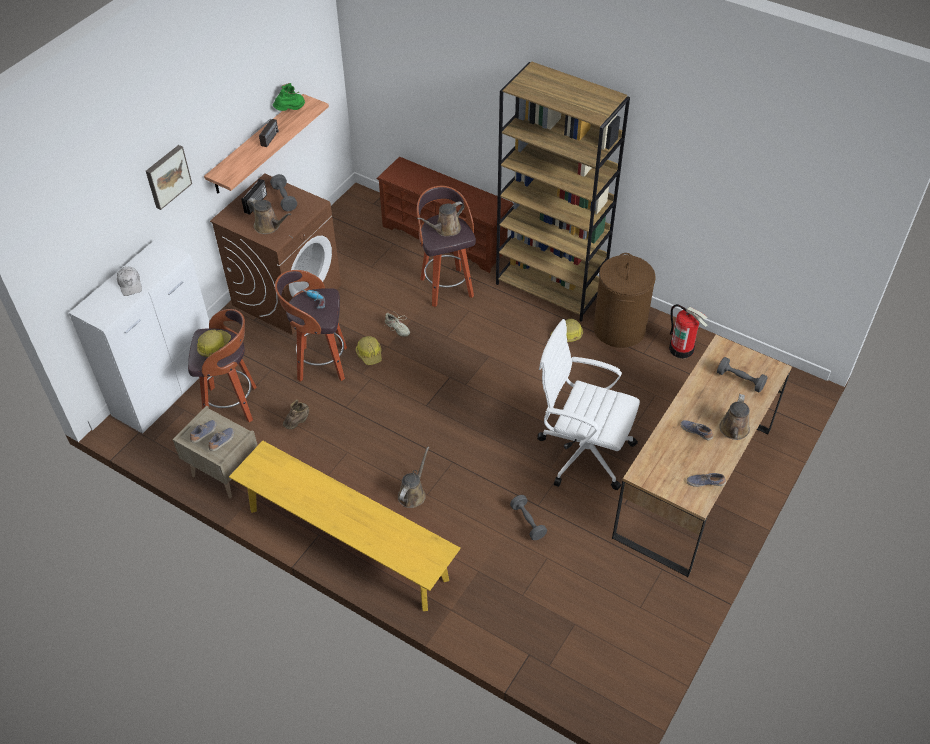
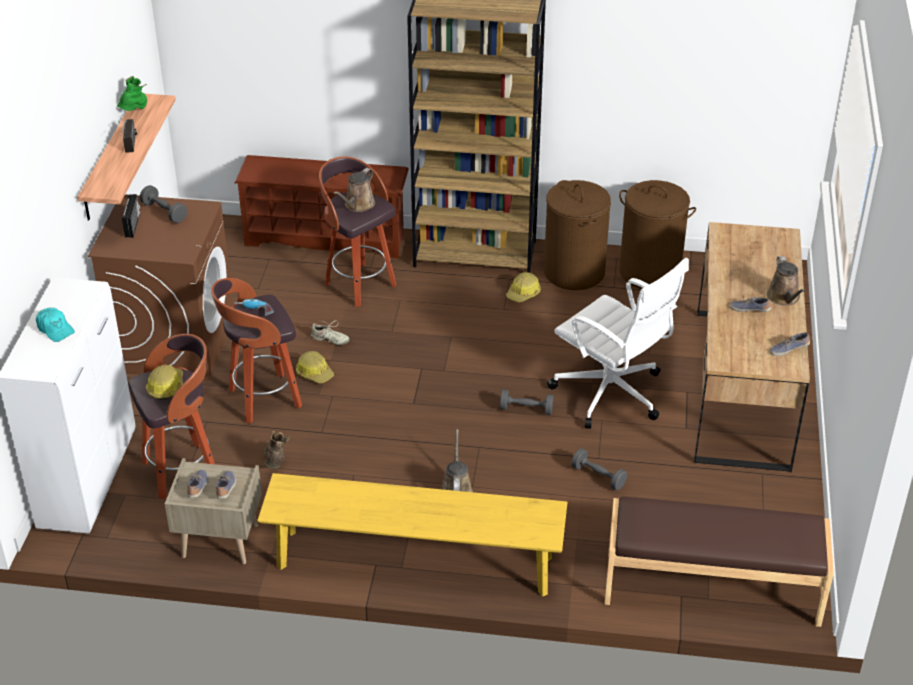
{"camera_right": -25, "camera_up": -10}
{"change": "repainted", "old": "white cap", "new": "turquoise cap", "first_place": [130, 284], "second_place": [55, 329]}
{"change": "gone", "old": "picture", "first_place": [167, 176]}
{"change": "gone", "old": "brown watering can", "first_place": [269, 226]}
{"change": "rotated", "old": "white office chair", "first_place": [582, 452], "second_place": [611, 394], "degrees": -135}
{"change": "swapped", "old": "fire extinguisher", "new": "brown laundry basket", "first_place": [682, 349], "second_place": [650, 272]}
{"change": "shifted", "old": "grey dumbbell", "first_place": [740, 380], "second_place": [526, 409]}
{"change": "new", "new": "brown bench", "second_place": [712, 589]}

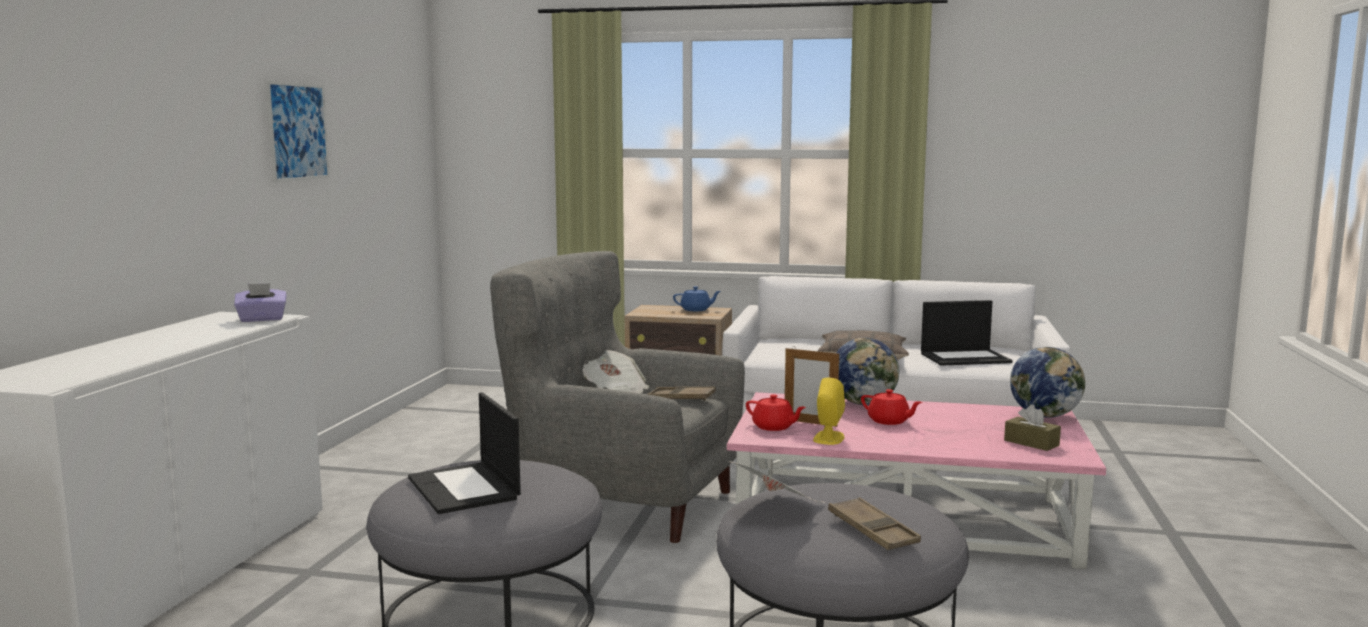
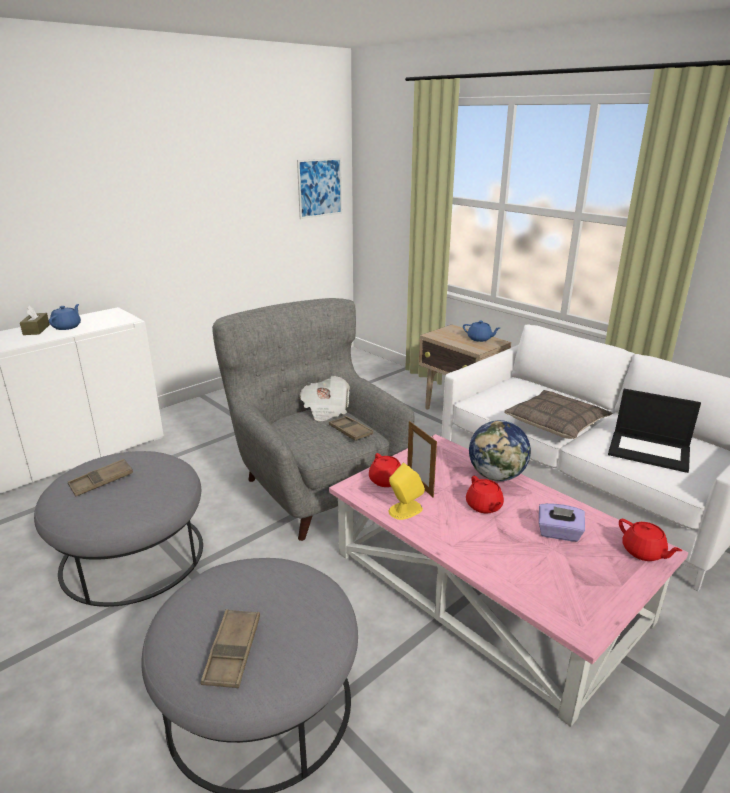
{"camera_right": 35, "camera_up": 15}
{"change": "shifted", "old": "purple tissue box", "first_place": [262, 319], "second_place": [559, 533]}
{"change": "shifted", "old": "picture", "first_place": [298, 131], "second_place": [320, 187]}
{"change": "swapped", "old": "laptop", "new": "brown tray", "first_place": [465, 488], "second_place": [101, 481]}
{"change": "gone", "old": "newspaper", "first_place": [775, 508]}
{"change": "shifted", "old": "brown tissue box", "first_place": [1031, 443], "second_place": [36, 330]}
{"change": "swapped", "old": "globe", "new": "red teapot", "first_place": [1045, 415], "second_place": [643, 552]}
{"change": "new", "new": "blue teapot", "second_place": [67, 327]}

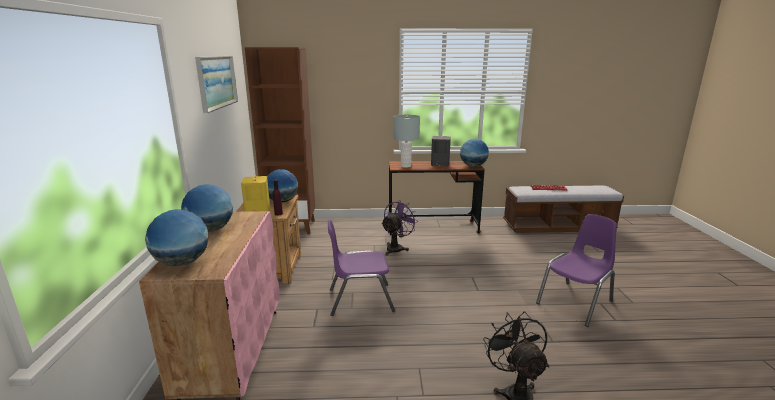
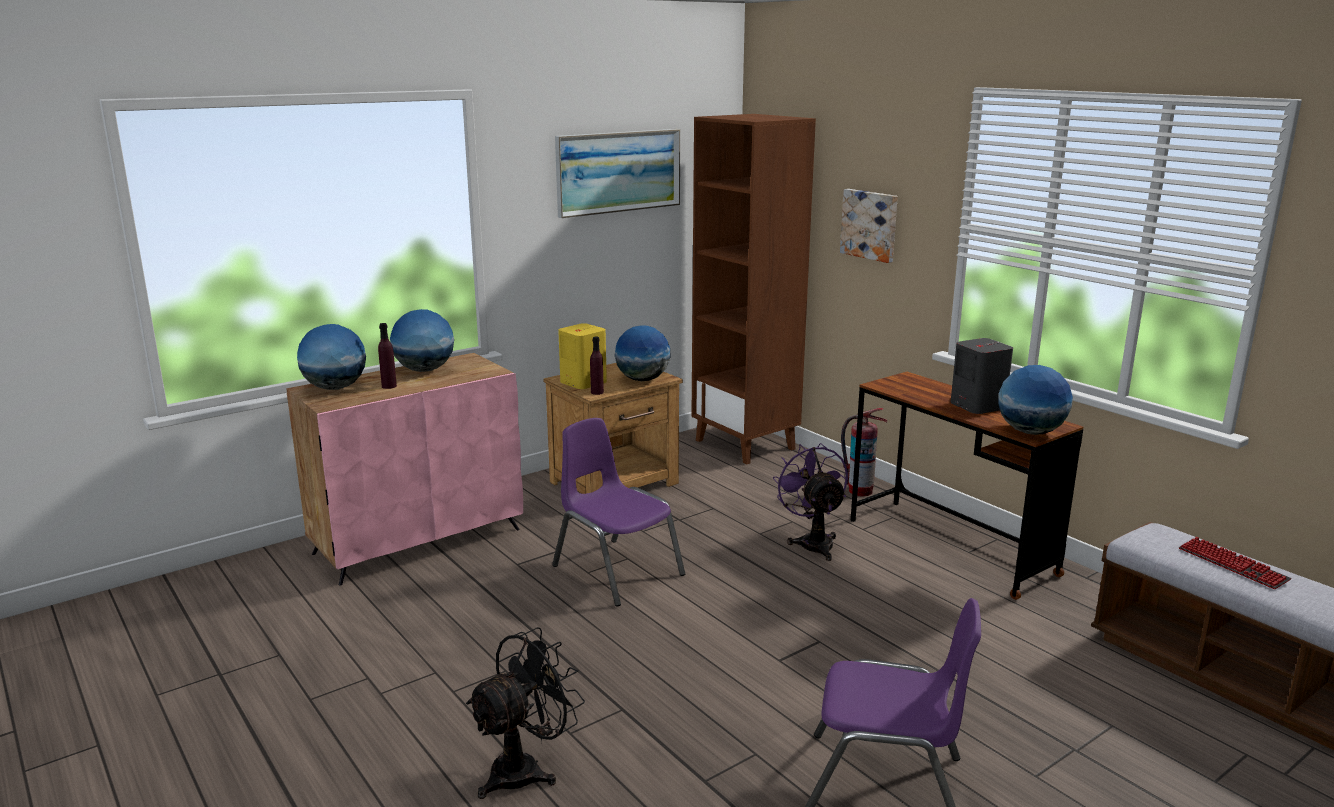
{"camera_right": 55, "camera_up": 0}
{"change": "rotated", "old": "purple fan", "first_place": [396, 248], "second_place": [813, 542], "degrees": -105}
{"change": "gone", "old": "grey table lamp", "first_place": [405, 166]}
{"change": "new", "new": "purple bottle", "second_place": [389, 386]}
{"change": "new", "new": "picture", "second_place": [870, 224]}
{"change": "new", "new": "fire extinguisher", "second_place": [860, 491]}

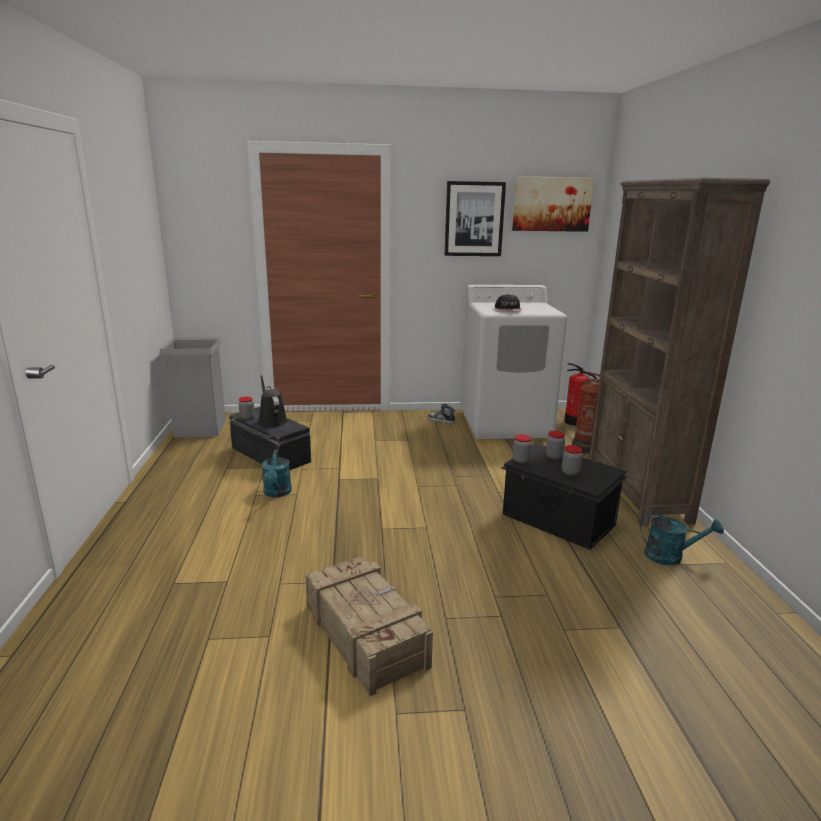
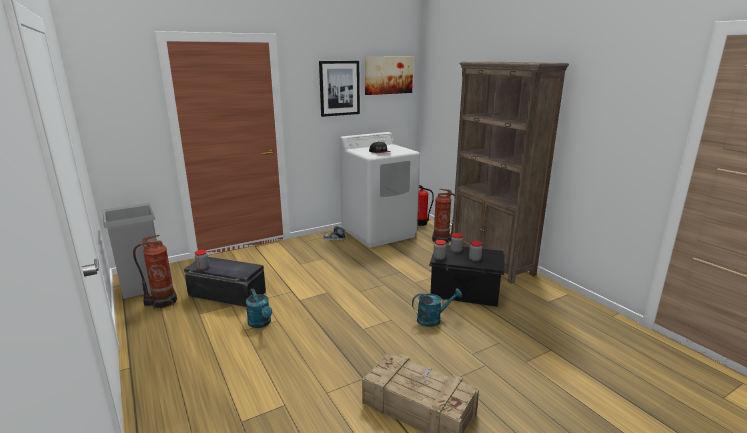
{"camera_right": -25, "camera_up": 0}
{"change": "gone", "old": "black watering can", "first_place": [271, 421]}
{"change": "shifted", "old": "turquoise watering can", "first_place": [670, 556], "second_place": [433, 319]}
{"change": "new", "new": "fire extinguisher", "second_place": [162, 302]}

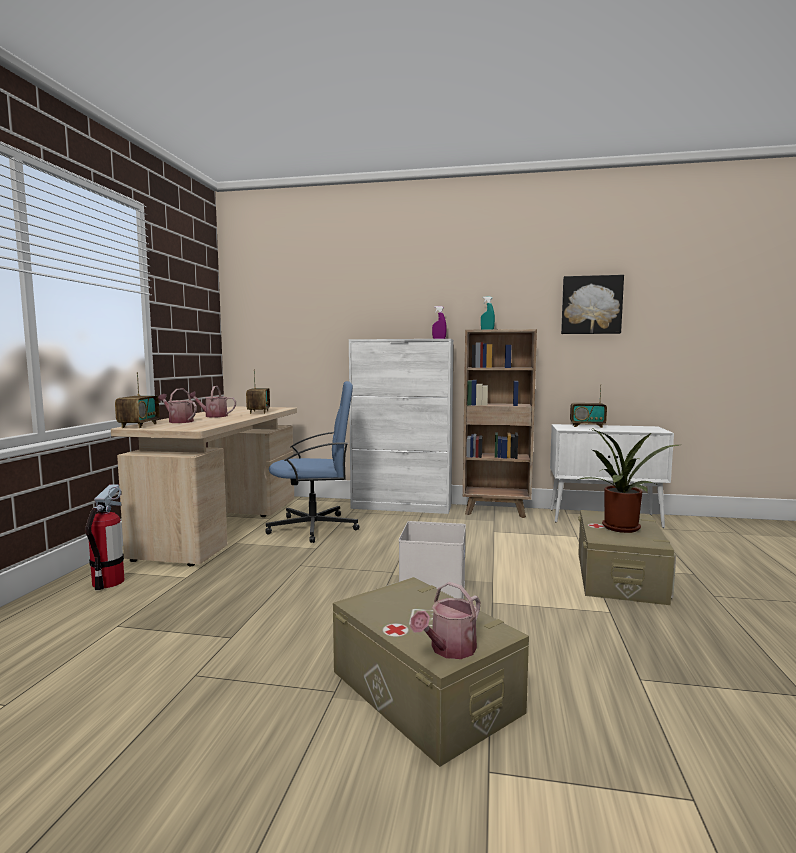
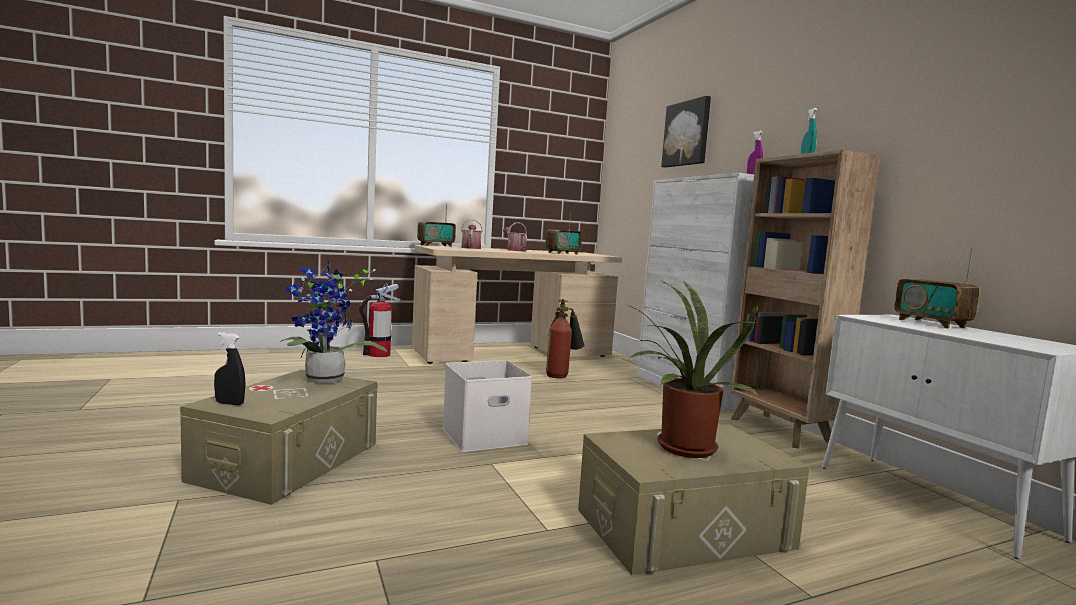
{"camera_right": 55, "camera_up": 0}
{"change": "swapped", "old": "blue office chair", "new": "fire extinguisher", "first_place": [315, 527], "second_place": [563, 375]}
{"change": "swapped", "old": "watering can", "new": "black spray bottle", "first_place": [449, 650], "second_place": [229, 403]}
{"change": "shifted", "old": "picture", "first_place": [591, 305], "second_place": [687, 134]}
{"change": "new", "new": "potted plant", "second_place": [324, 381]}

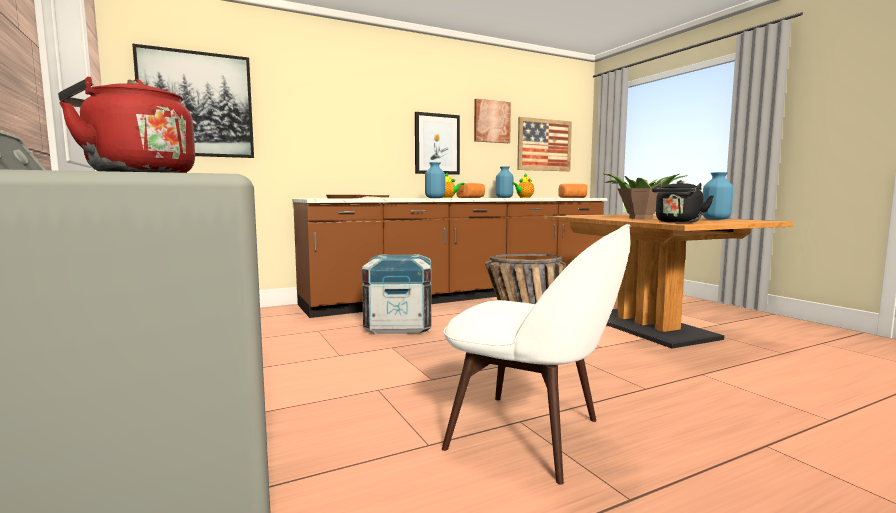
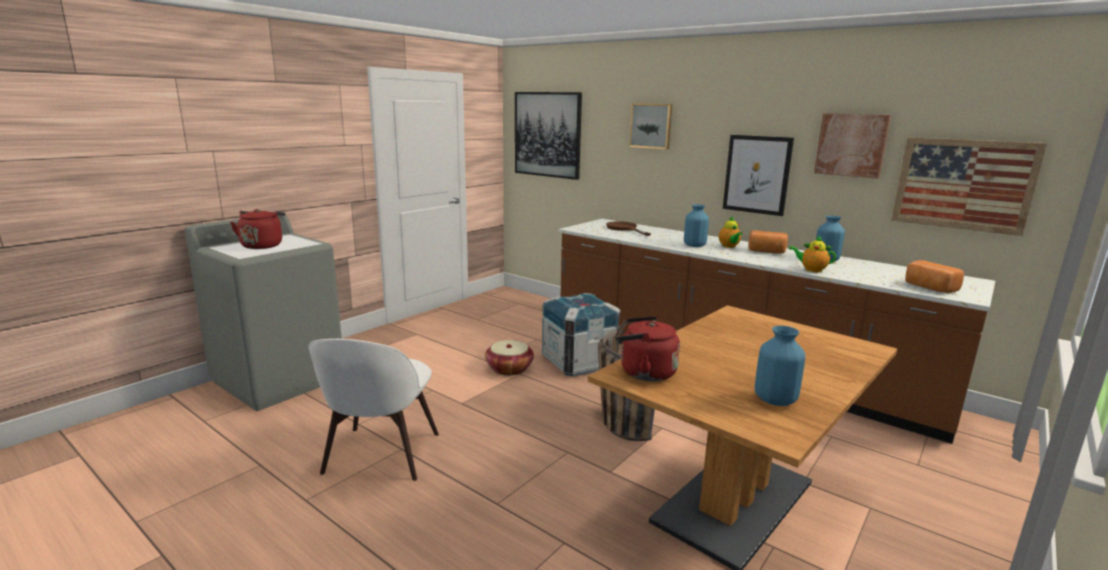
{"camera_right": 65, "camera_up": 10}
{"change": "gone", "old": "potted plant", "first_place": [639, 218]}
{"change": "repainted", "old": "black kettle", "new": "red kettle", "first_place": [677, 222], "second_place": [644, 372]}
{"change": "new", "new": "basket", "second_place": [509, 369]}
{"change": "new", "new": "picture", "second_place": [651, 126]}

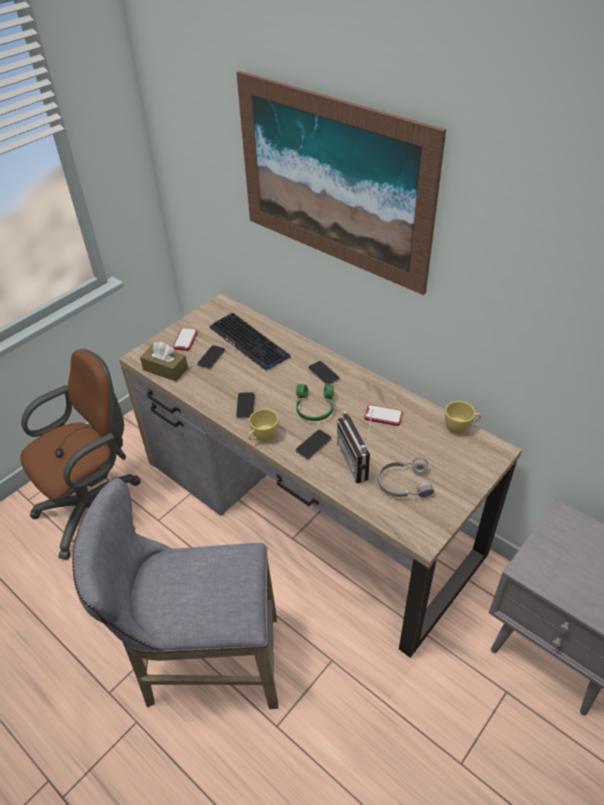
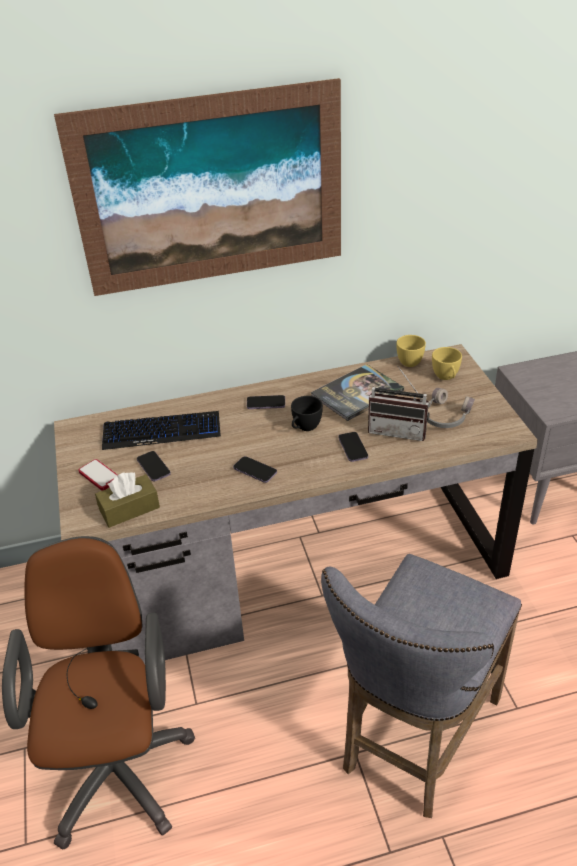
{"camera_right": -55, "camera_up": -5}
{"change": "shifted", "old": "yellow cup", "first_place": [262, 438], "second_place": [446, 377]}
{"change": "swapped", "old": "green headphones", "new": "black cup", "first_place": [314, 408], "second_place": [305, 428]}
{"change": "swapped", "old": "phone", "new": "book", "first_place": [383, 416], "second_place": [357, 393]}

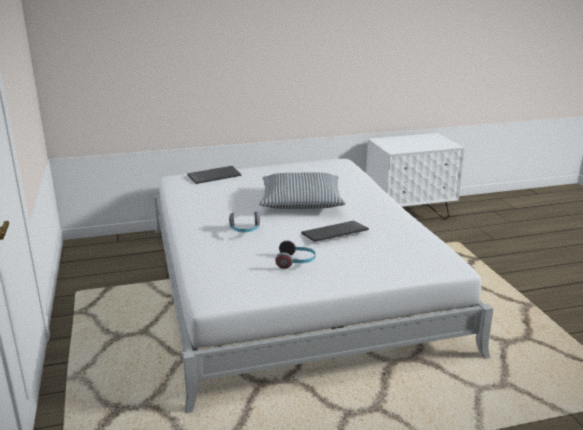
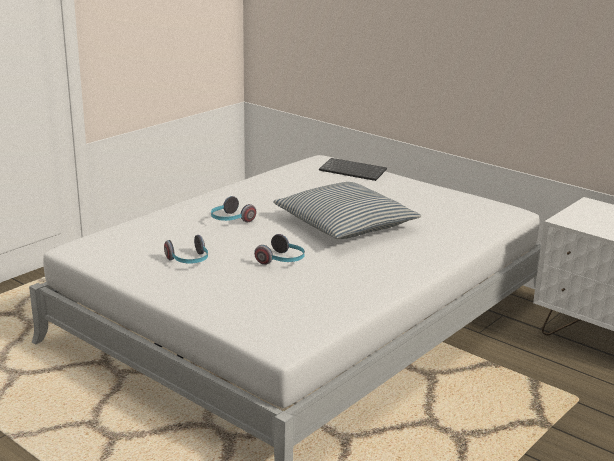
{"camera_right": 55, "camera_up": 0}
{"change": "swapped", "old": "keyboard", "new": "headphones", "first_place": [334, 233], "second_place": [282, 261]}

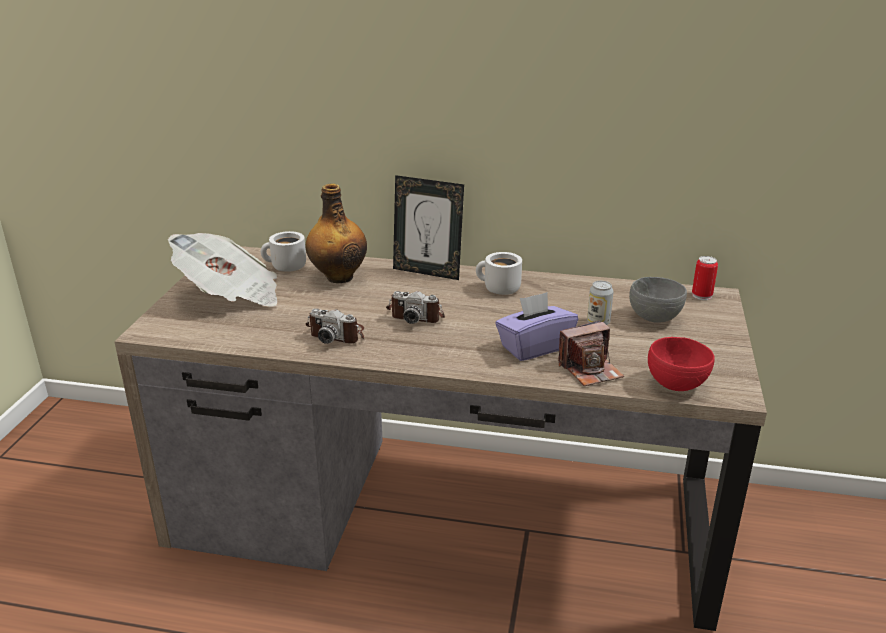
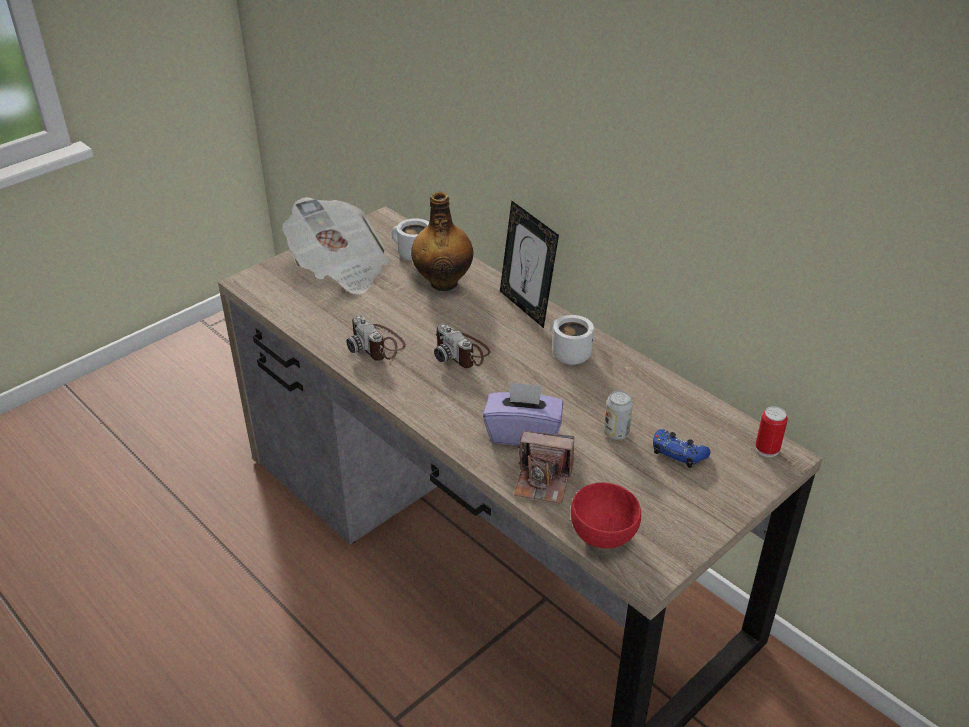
{"camera_right": 35, "camera_up": 10}
{"change": "swapped", "old": "grey bowl", "new": "blue game controller", "first_place": [654, 318], "second_place": [678, 453]}

